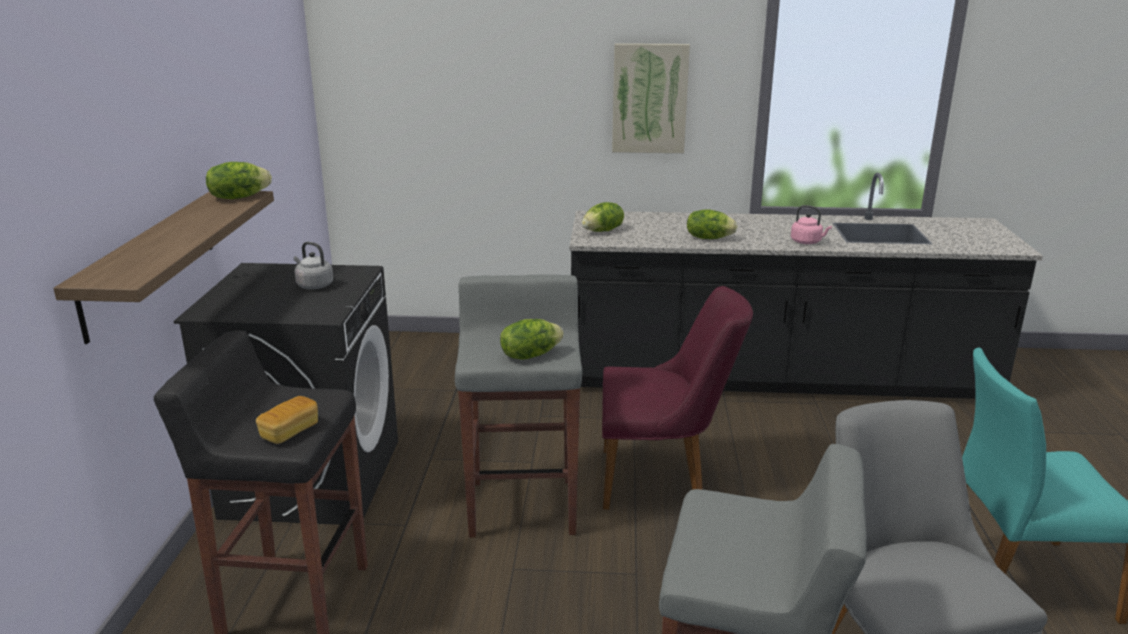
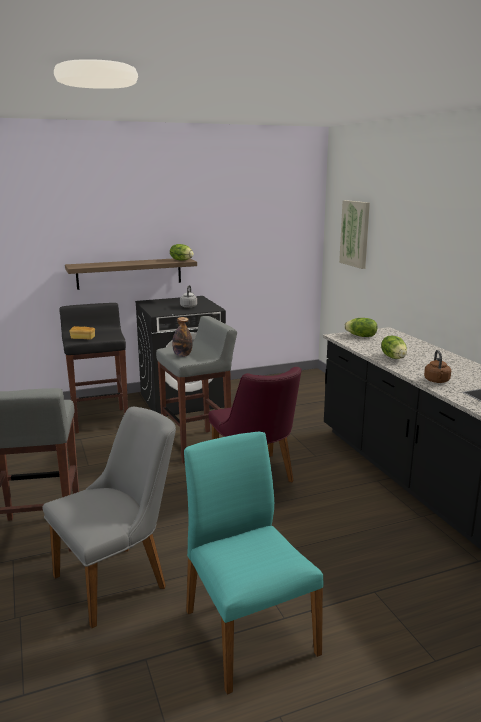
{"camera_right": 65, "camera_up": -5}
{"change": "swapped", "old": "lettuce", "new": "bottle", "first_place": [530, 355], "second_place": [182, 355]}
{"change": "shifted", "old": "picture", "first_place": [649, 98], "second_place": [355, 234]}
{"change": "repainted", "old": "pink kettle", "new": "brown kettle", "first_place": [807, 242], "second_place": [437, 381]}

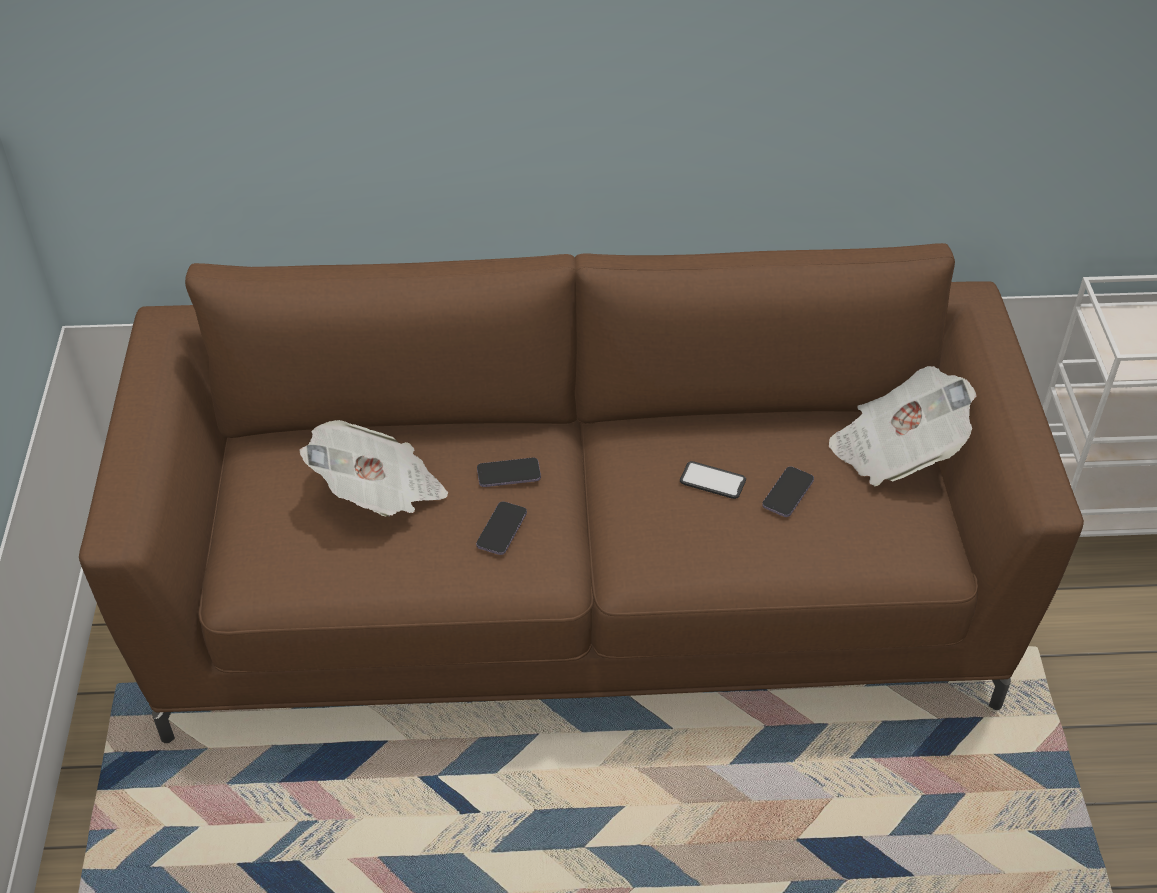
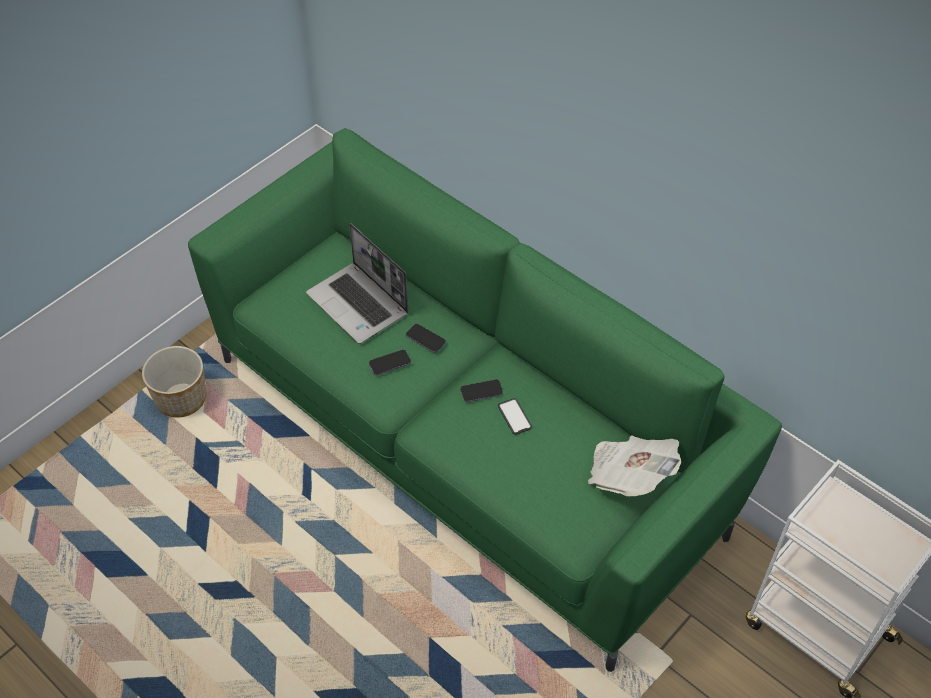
{"camera_right": 45, "camera_up": 5}
{"change": "repainted", "old": "brown sofa", "new": "green sofa", "first_place": [579, 603], "second_place": [467, 442]}
{"change": "swapped", "old": "newspaper", "new": "laptop", "first_place": [379, 493], "second_place": [359, 305]}
{"change": "shifted", "old": "phone", "first_place": [788, 493], "second_place": [481, 392]}
{"change": "new", "new": "planter", "second_place": [182, 399]}

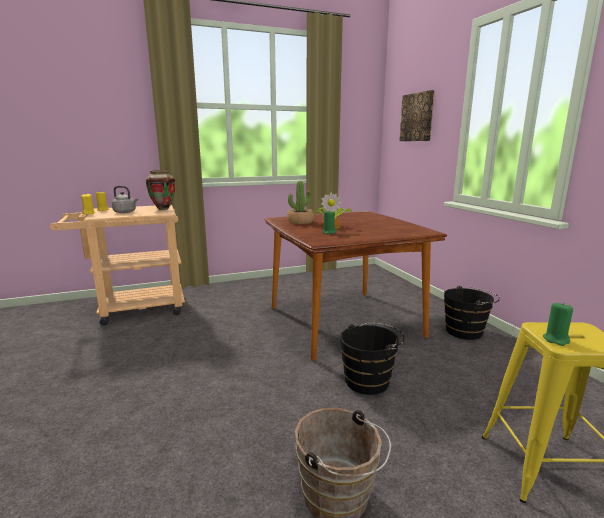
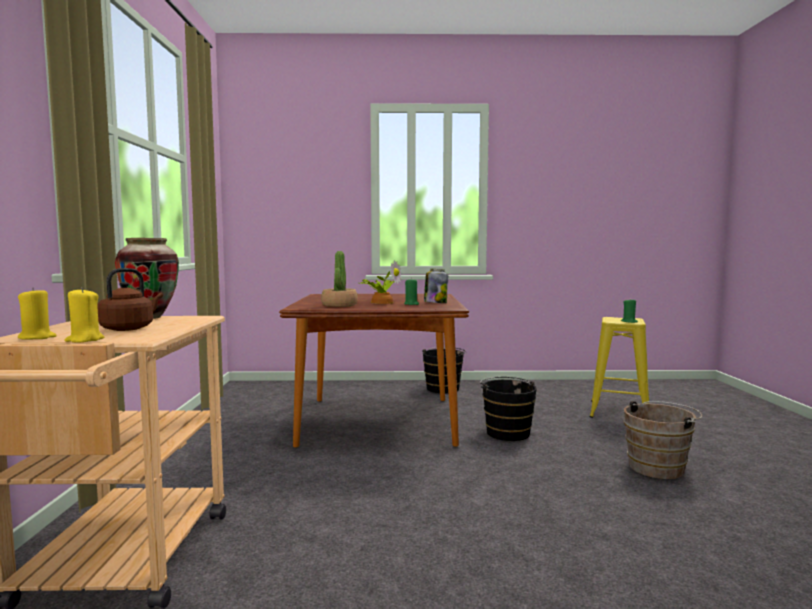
{"camera_right": -70, "camera_up": -10}
{"change": "repainted", "old": "grey kettle", "new": "brown kettle", "first_place": [126, 212], "second_place": [129, 328]}
{"change": "gone", "old": "picture", "first_place": [417, 117]}
{"change": "new", "new": "jar", "second_place": [435, 303]}

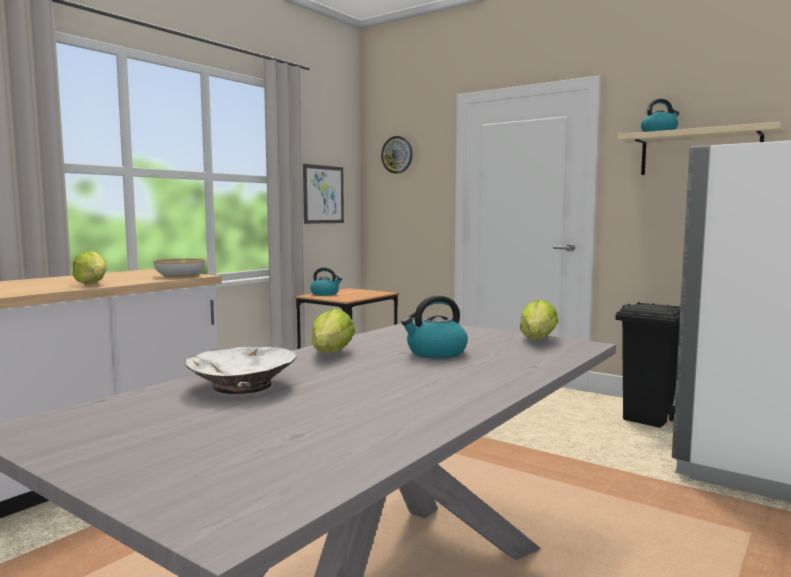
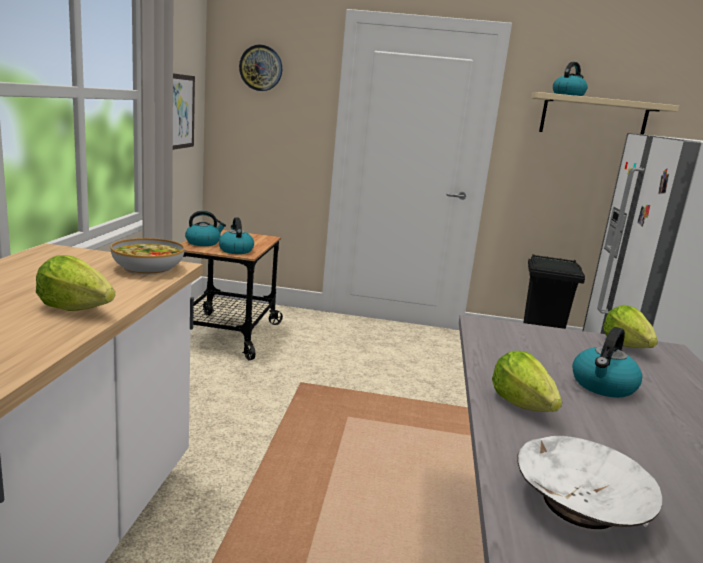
{"camera_right": -30, "camera_up": 10}
{"change": "new", "new": "kettle", "second_place": [235, 250]}

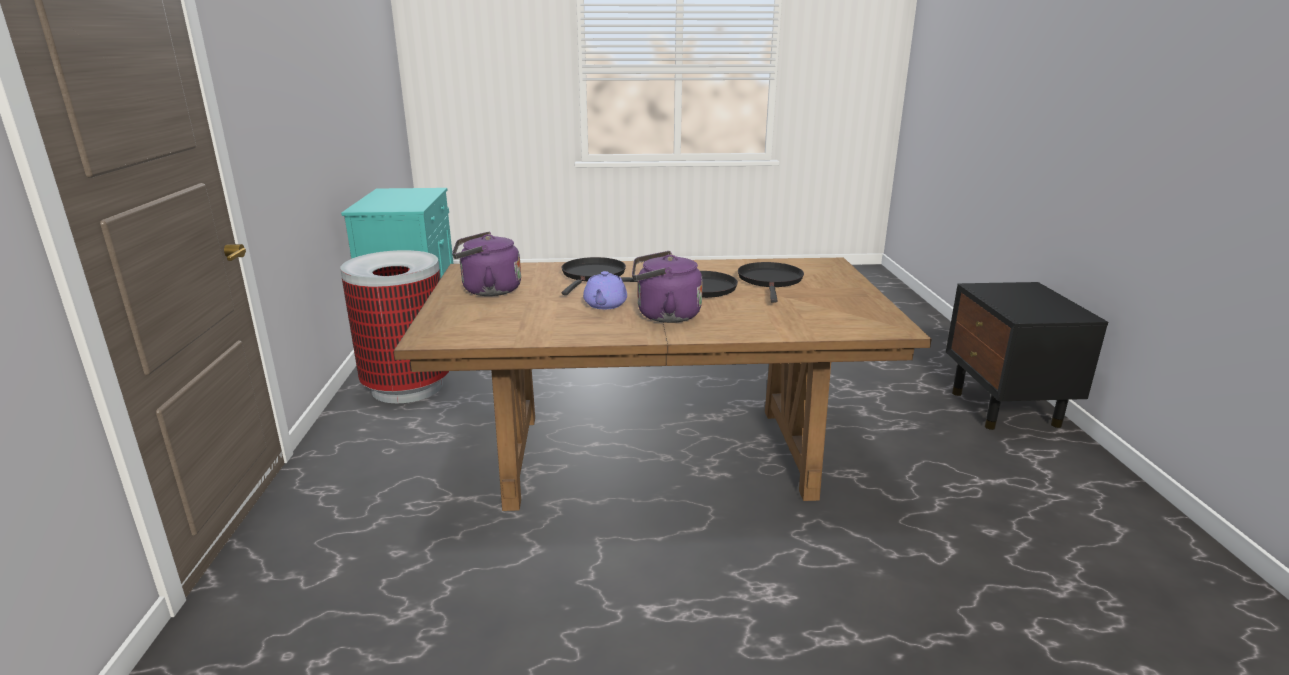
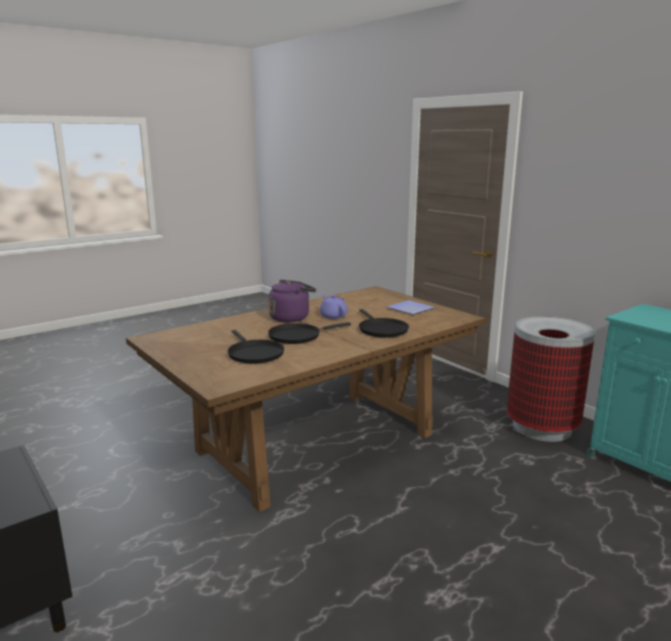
{"camera_right": 145, "camera_up": -5}
{"change": "swapped", "old": "purple kettle", "new": "plate", "first_place": [487, 290], "second_place": [412, 309]}

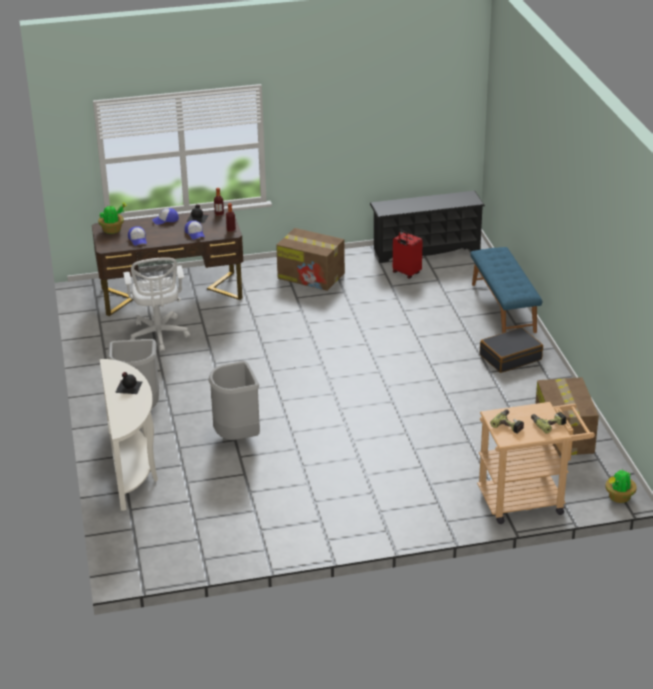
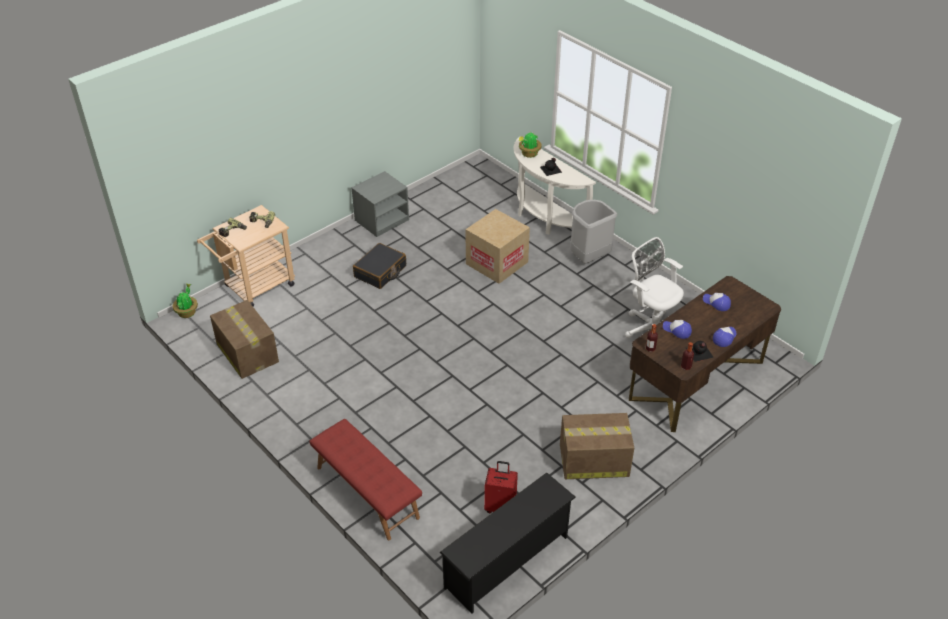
{"camera_right": 150, "camera_up": 10}
{"change": "shifted", "old": "potted plant", "first_place": [113, 230], "second_place": [529, 154]}
{"change": "swapped", "old": "grey trash can", "new": "cardboard box", "first_place": [237, 437], "second_place": [497, 263]}
{"change": "repainted", "old": "blue bench", "new": "red bench", "first_place": [504, 307], "second_place": [366, 492]}
{"change": "shifted", "old": "black suitcase", "first_place": [510, 357], "second_place": [380, 272]}
{"change": "new", "new": "grey nightstand", "second_place": [382, 220]}

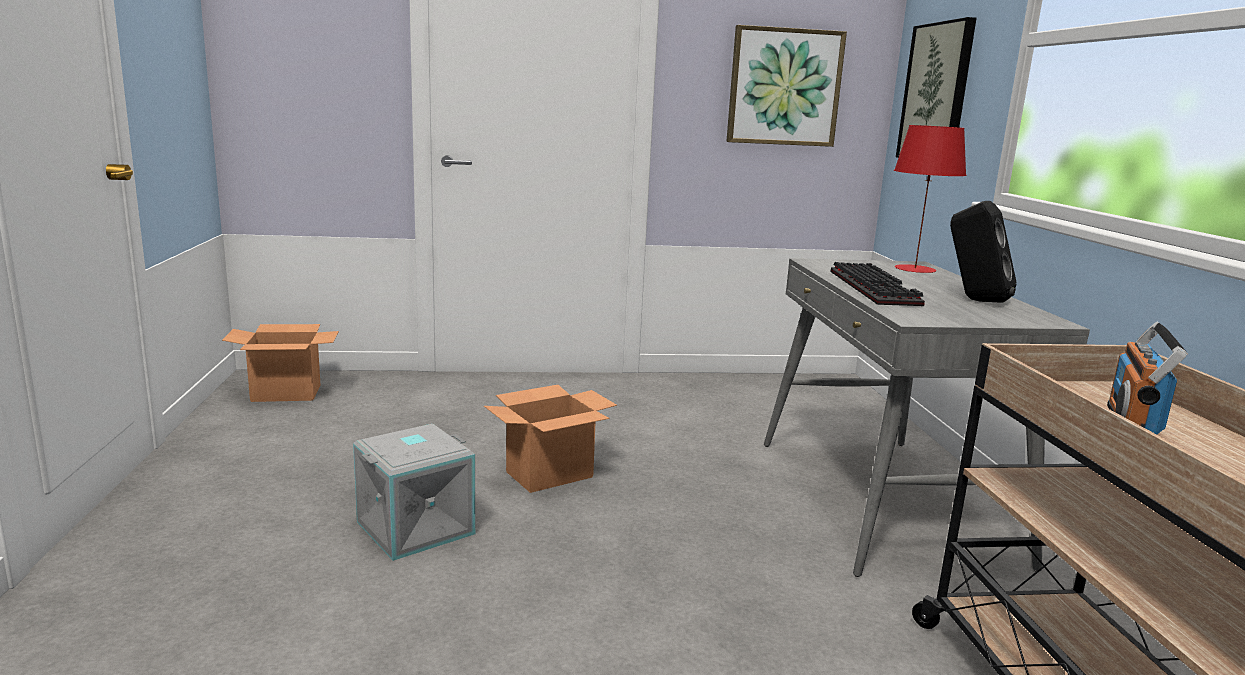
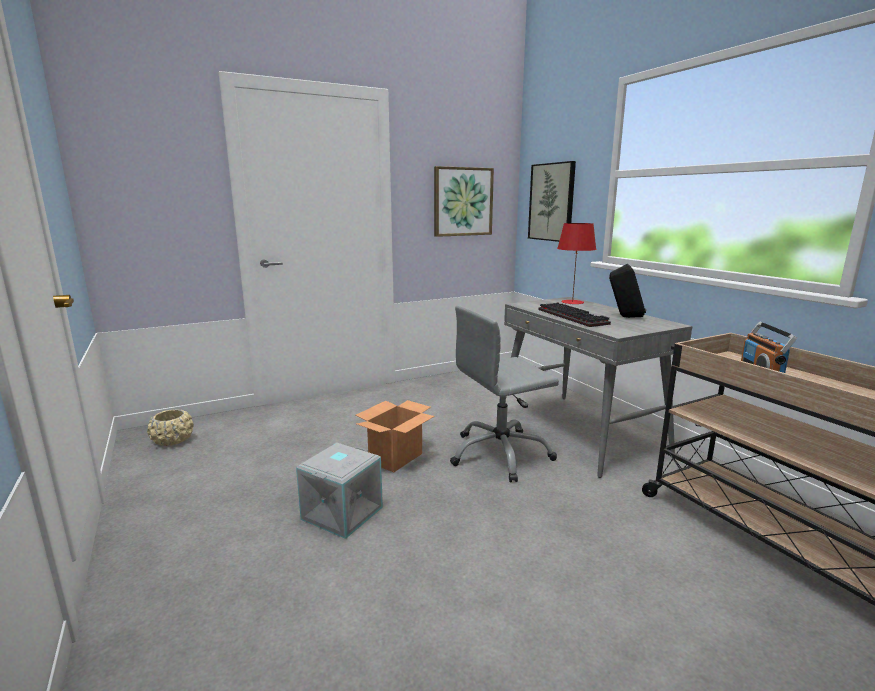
{"camera_right": -20, "camera_up": 0}
{"change": "swapped", "old": "cardboard box", "new": "beige planter", "first_place": [287, 393], "second_place": [173, 440]}
{"change": "new", "new": "grey office chair", "second_place": [500, 454]}

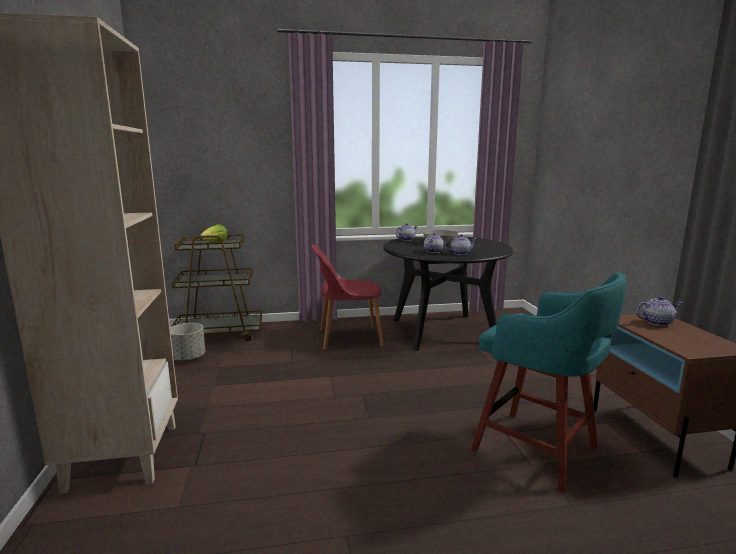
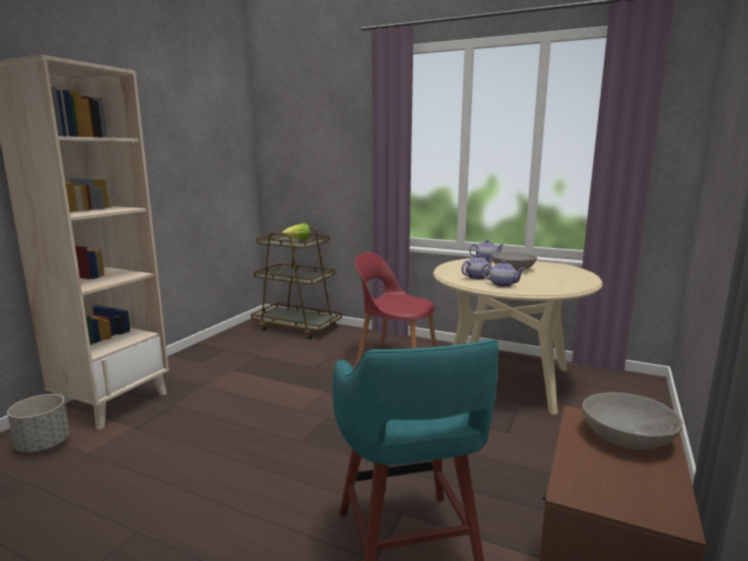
{"camera_right": 35, "camera_up": 0}
{"change": "shifted", "old": "grey planter", "first_place": [188, 358], "second_place": [43, 445]}
{"change": "repainted", "old": "black dining table", "new": "beige dining table", "first_place": [443, 331], "second_place": [506, 379]}
{"change": "swapped", "old": "teapot", "new": "grey bowl", "first_place": [656, 322], "second_place": [627, 437]}

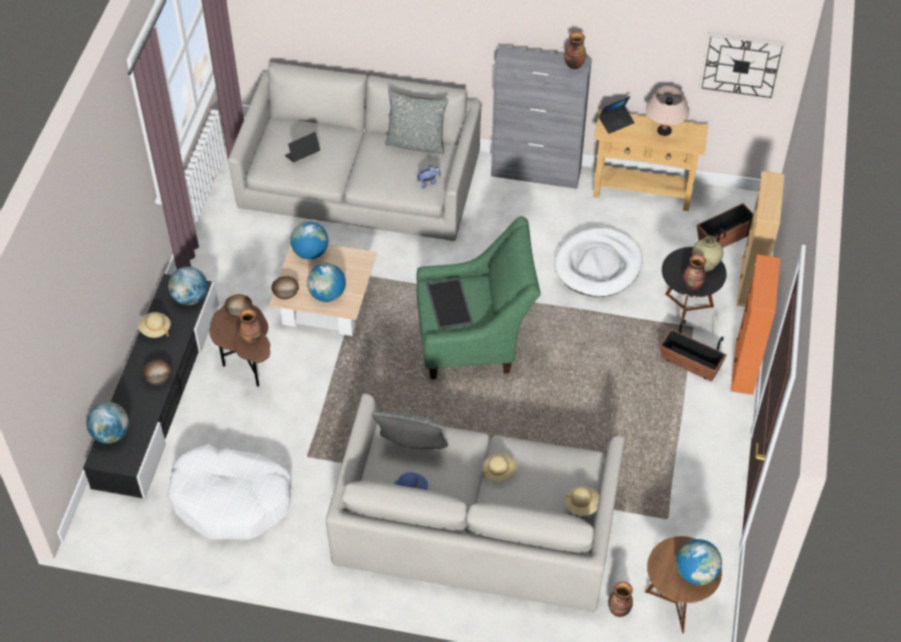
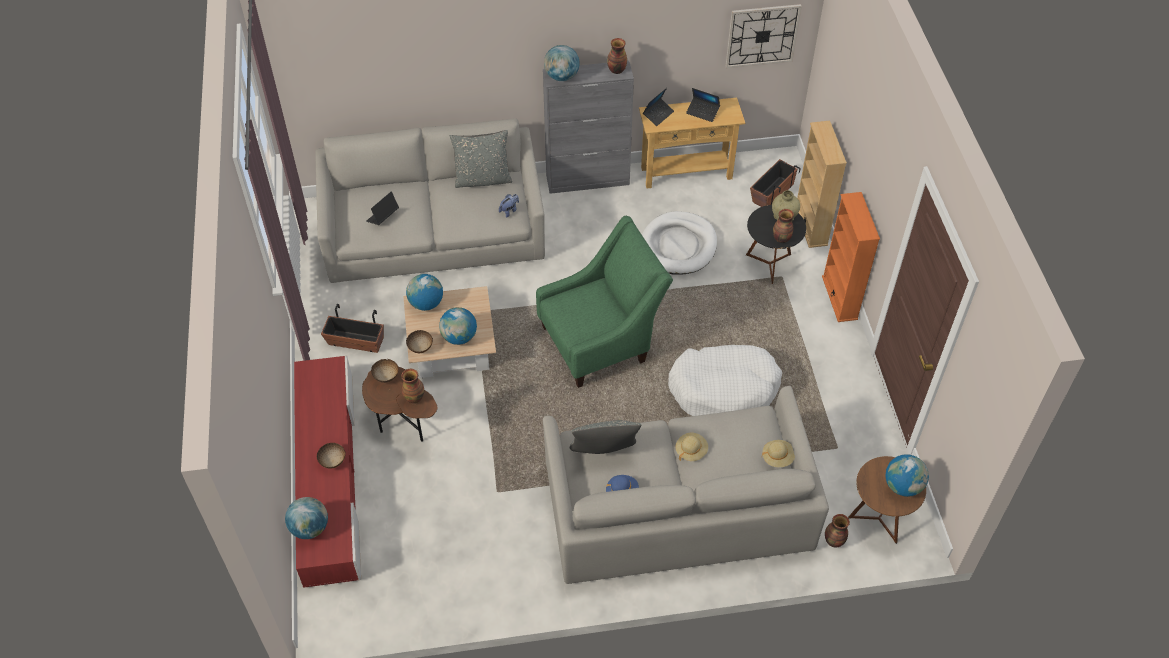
{"camera_right": -20, "camera_up": 0}
{"change": "repainted", "old": "black tv stand", "new": "red tv stand", "first_place": [158, 393], "second_place": [329, 476]}
{"change": "gone", "old": "beige hat", "first_place": [155, 329]}
{"change": "shifted", "old": "globe", "first_place": [190, 297], "second_place": [561, 77]}
{"change": "shifted", "old": "white dog bed", "first_place": [231, 500], "second_place": [724, 390]}
{"change": "gone", "old": "tray", "first_place": [450, 304]}
{"change": "swapped", "old": "beige table lamp", "new": "laptop", "first_place": [664, 131], "second_place": [702, 112]}
{"change": "shifted", "old": "planter", "first_place": [690, 363], "second_place": [355, 342]}

